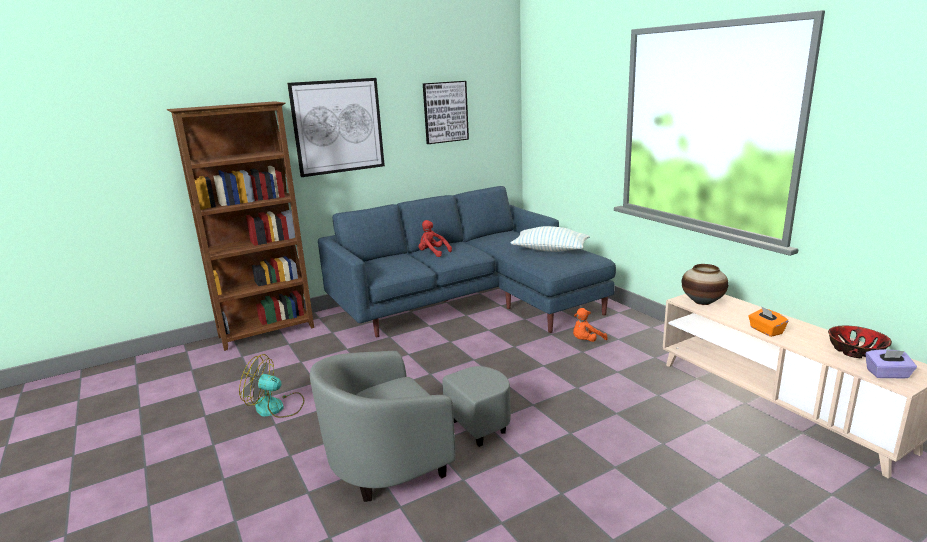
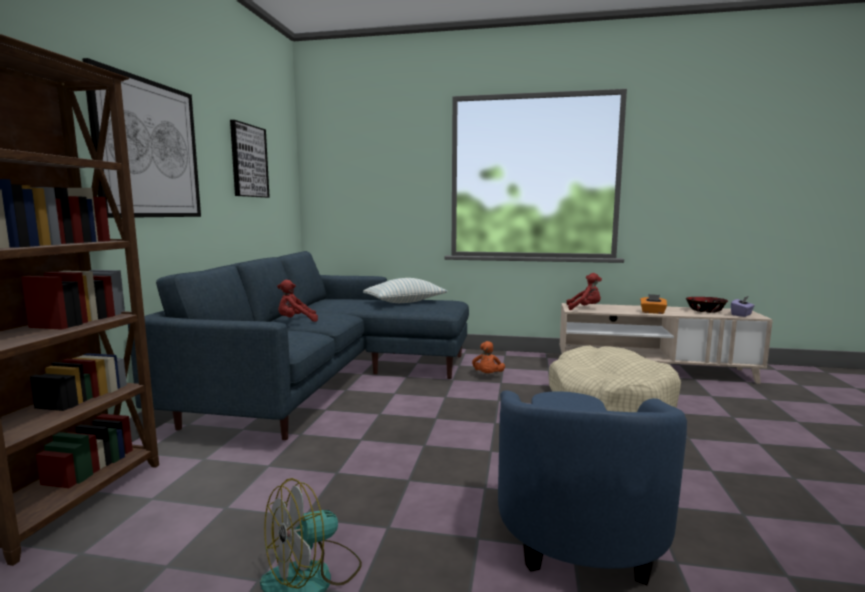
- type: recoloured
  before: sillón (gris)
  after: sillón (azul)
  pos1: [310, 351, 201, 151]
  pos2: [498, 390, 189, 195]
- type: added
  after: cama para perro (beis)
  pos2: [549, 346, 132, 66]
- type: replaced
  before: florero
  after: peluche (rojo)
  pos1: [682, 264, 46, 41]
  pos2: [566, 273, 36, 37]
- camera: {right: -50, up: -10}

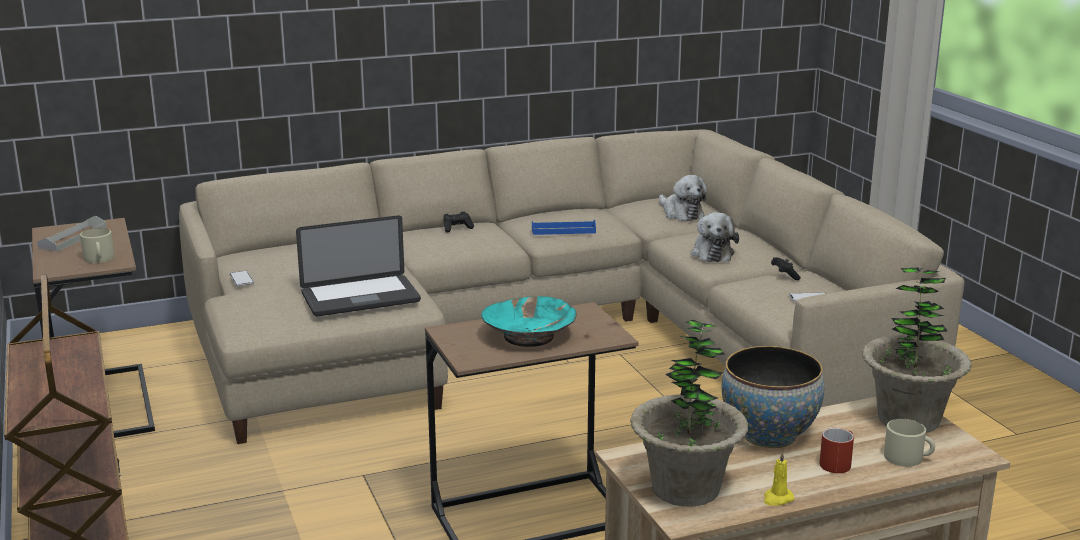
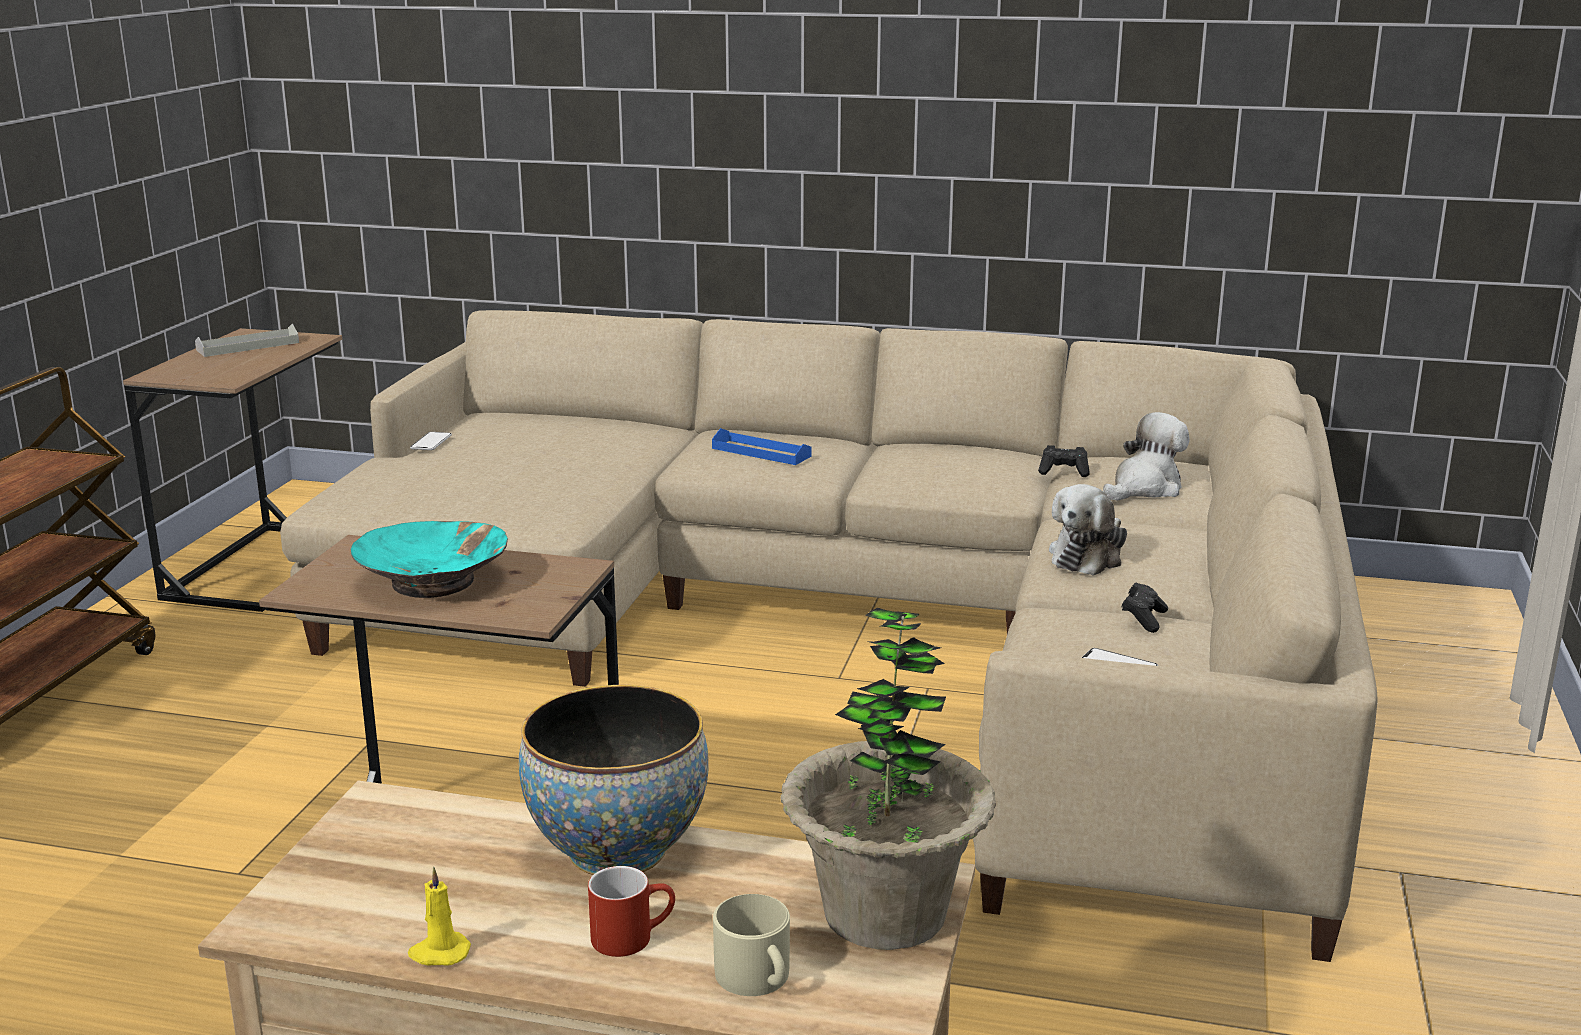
- type: moved
  before: bandeja (azul)
  pos1: [532, 220, 64, 15]
  pos2: [712, 428, 99, 37]
- type: moved
  before: mando de consola (negro)
  pos1: [443, 211, 31, 21]
  pos2: [1038, 445, 52, 32]
- type: turned
  before: peluche
  pos1: [659, 175, 48, 46]
  pos2: [1103, 412, 86, 89]
  turn: -135
- type: removed
  before: taza grande (beis)
  pos1: [80, 228, 34, 35]
- type: removed
  before: portátil
  pos1: [296, 215, 125, 101]
- type: removed
  before: planta en maceta
  pos1: [630, 320, 118, 187]
- camera: {right: 35, up: 0}

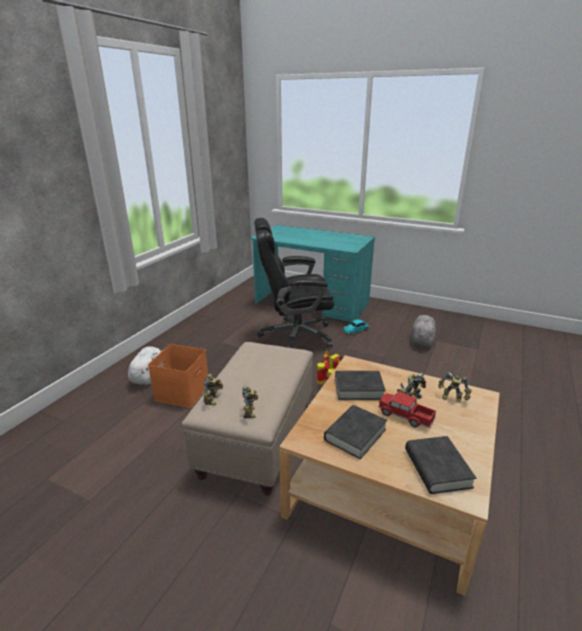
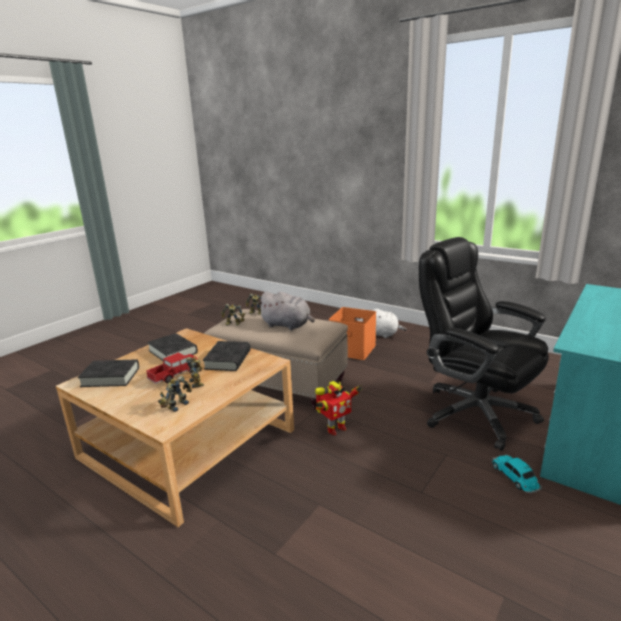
- type: moved
  before: peluche (gris)
  pos1: [411, 315, 26, 32]
  pos2: [257, 291, 58, 39]
- type: turned
  before: silla de oficina (negro)
  pos1: [254, 218, 80, 130]
  pos2: [419, 237, 130, 214]
  turn: -45
- camera: {right: 100, up: -5}

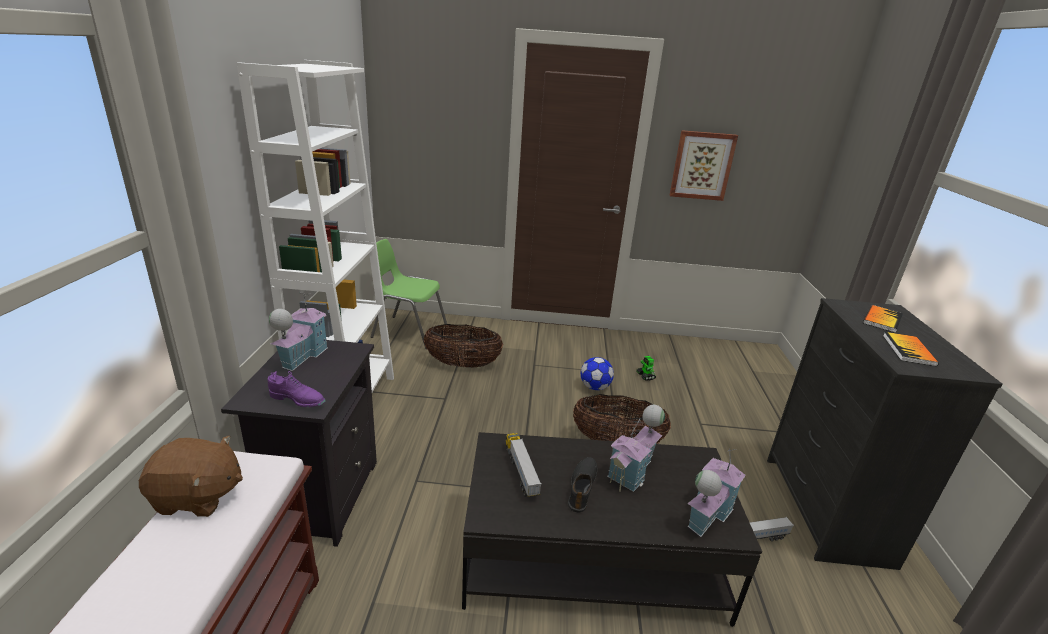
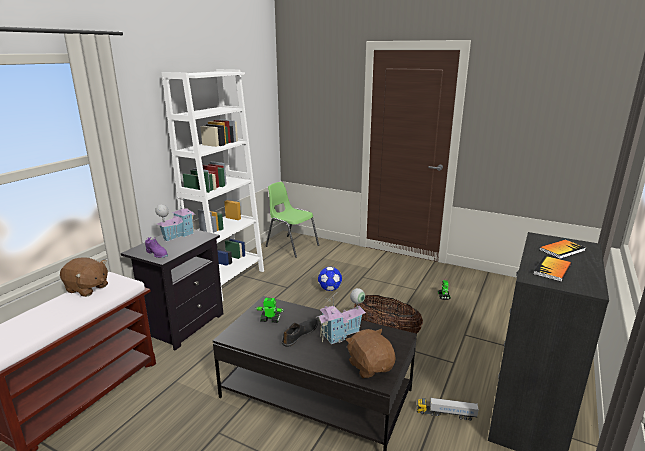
- type: replaced
  before: camión de juguete
  after: robot de juguete
  pos1: [506, 433, 36, 64]
  pos2: [256, 298, 28, 25]
- type: moved
  before: balón de fútbol
  pos1: [581, 357, 33, 33]
  pos2: [318, 267, 24, 24]
- type: replaced
  before: casita
  after: peluche (marrón)
  pos1: [687, 449, 59, 88]
  pos2: [346, 329, 49, 49]
- type: removed
  before: cesta
  pos1: [424, 324, 79, 44]
- type: removed
  before: cuadro
  pos1: [670, 130, 68, 71]
- camera: {right: 25, up: -5}

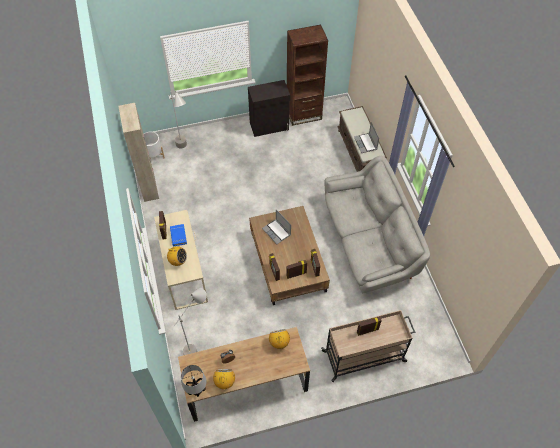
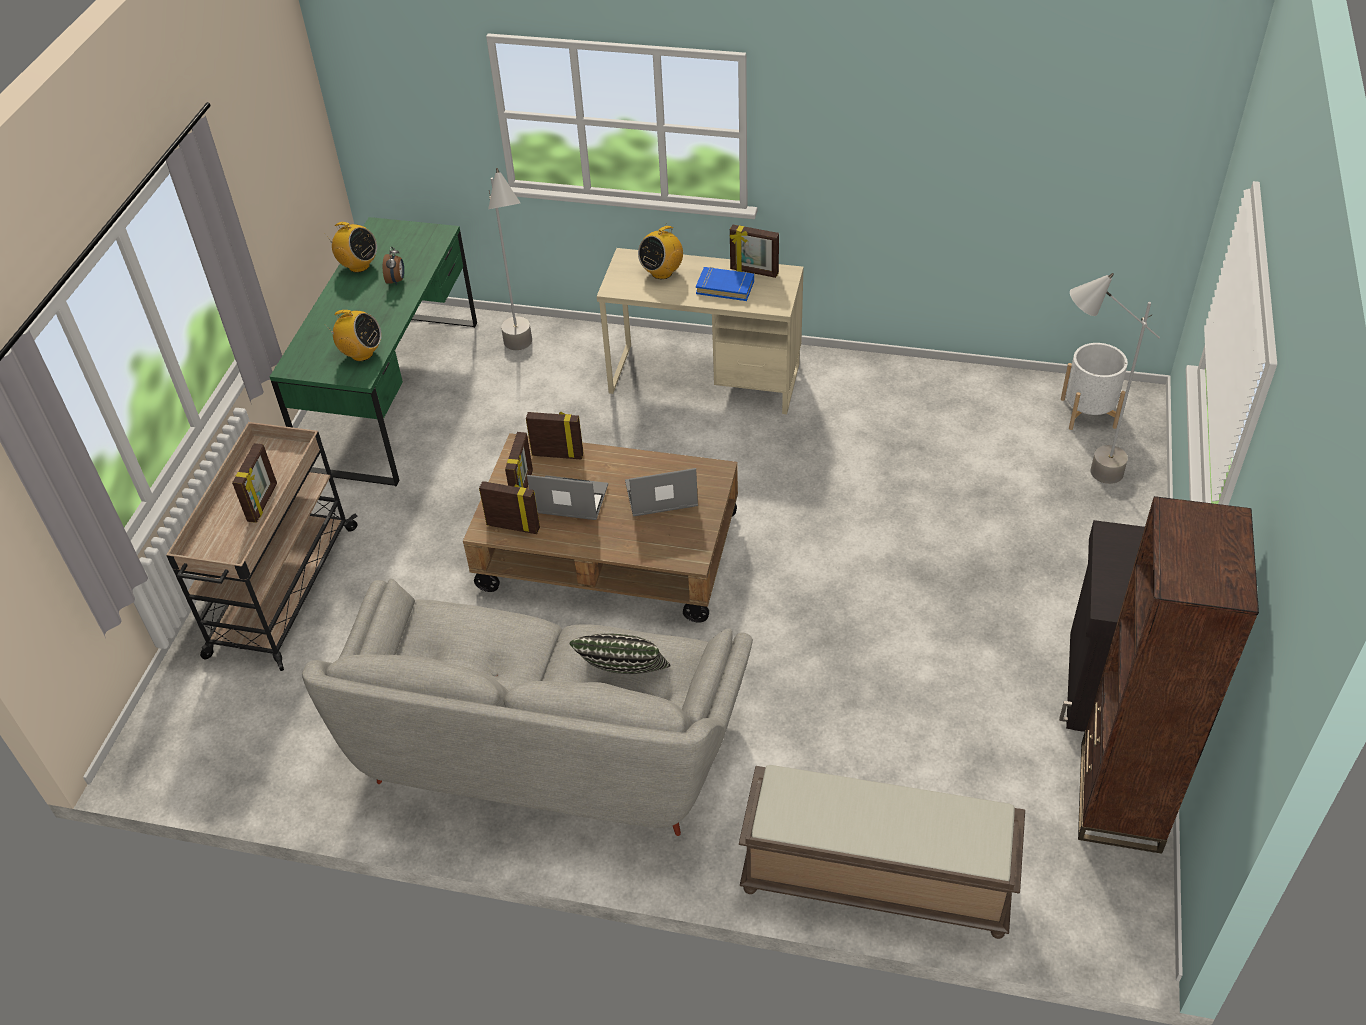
- type: recoloured
  before: escritorio (marrón)
  after: escritorio (verde)
  pos1: [178, 327, 132, 95]
  pos2: [270, 217, 207, 269]
- type: moved
  before: portátil
  pos1: [354, 122, 25, 31]
  pos2: [527, 475, 81, 45]
- type: added
  after: cojín
  pos2: [570, 634, 101, 40]
- type: removed
  before: armario (beis)
  pos1: [118, 103, 41, 99]
- type: removed
  before: lámpara de mesa
  pos1: [181, 365, 26, 32]
- camera: {right: 120, up: -10}

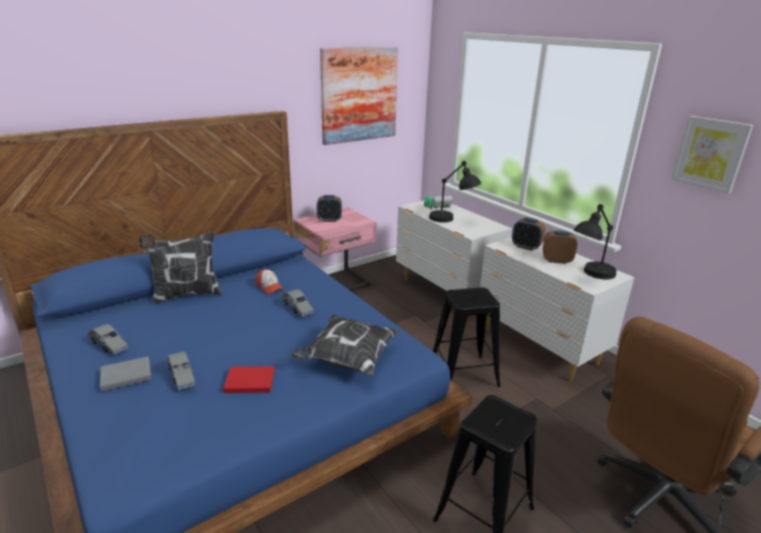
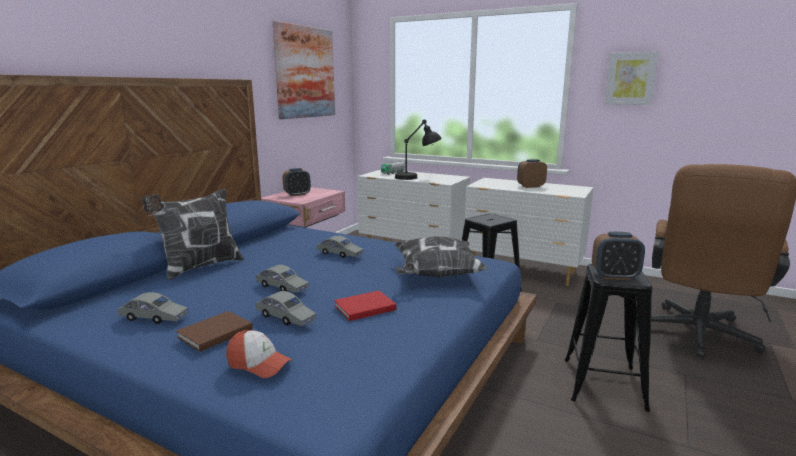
- type: recoloured
  before: libro (gris)
  after: libro (marrón)
  pos1: [100, 356, 52, 35]
  pos2: [176, 311, 77, 41]
- type: moved
  before: gorra
  pos1: [256, 269, 28, 25]
  pos2: [226, 330, 66, 48]
- type: added
  after: coche de juguete (gris)
  pos2: [256, 265, 53, 28]
- type: moved
  before: despertador
  pos1: [512, 217, 34, 34]
  pos2: [592, 232, 53, 48]
- type: removed
  before: lámpara de mesa (negro)
  pos1: [574, 204, 42, 75]
- camera: {right: -25, up: -10}

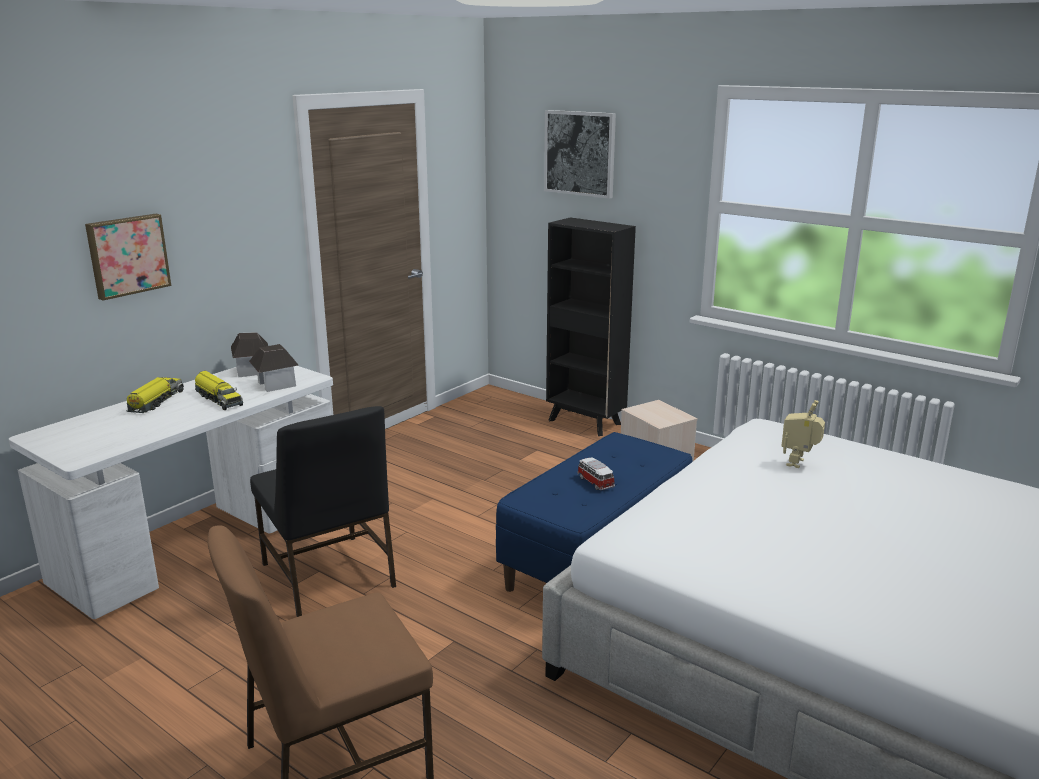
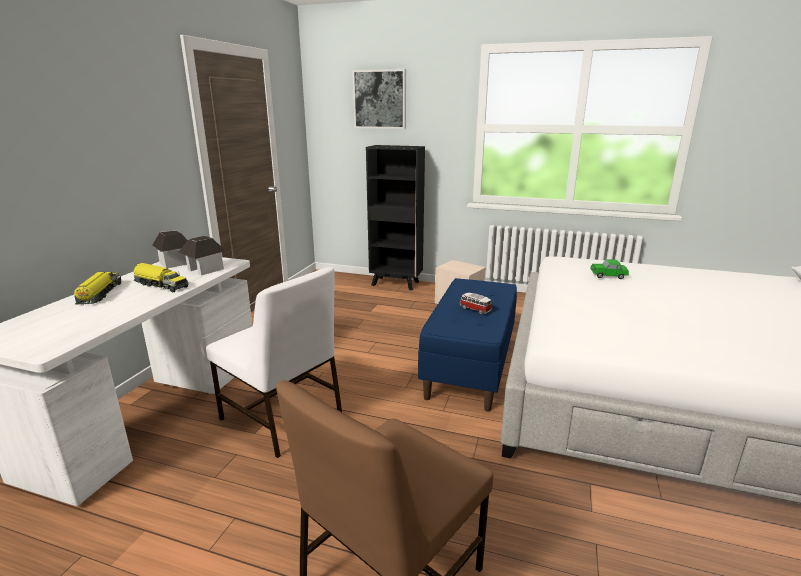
- type: recoloured
  before: silla (negro)
  after: silla (blanco)
  pos1: [250, 406, 146, 211]
  pos2: [206, 267, 136, 191]
- type: replaced
  before: robot de juguete
  after: coche de juguete
  pos1: [781, 400, 44, 68]
  pos2: [590, 259, 39, 20]
- type: removed
  before: cuadro
  pos1: [85, 214, 86, 87]
- camera: {right: -20, up: 0}

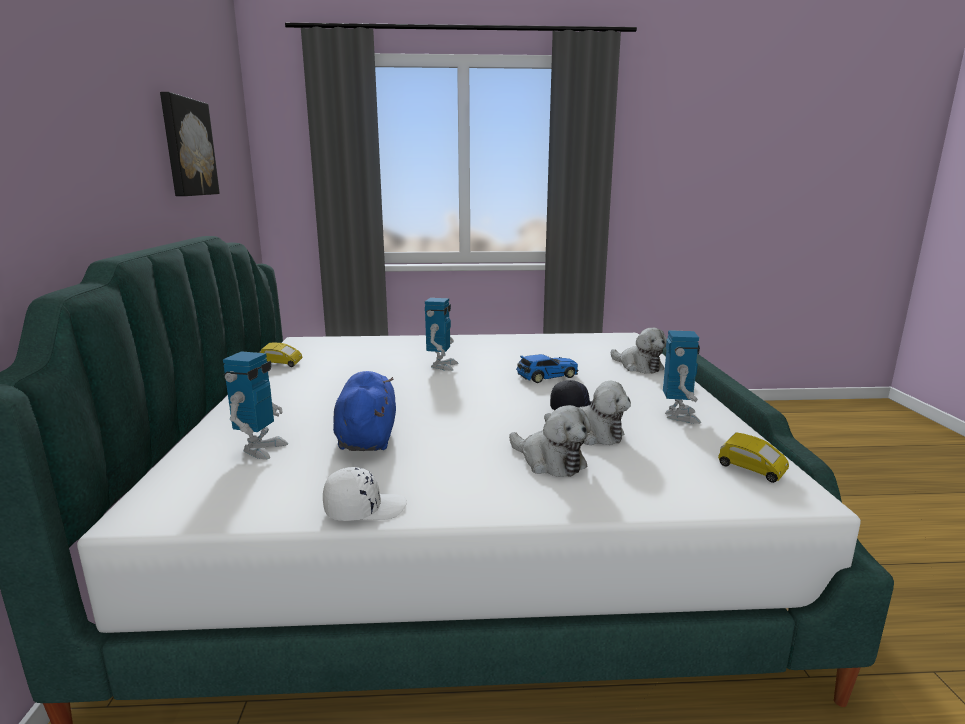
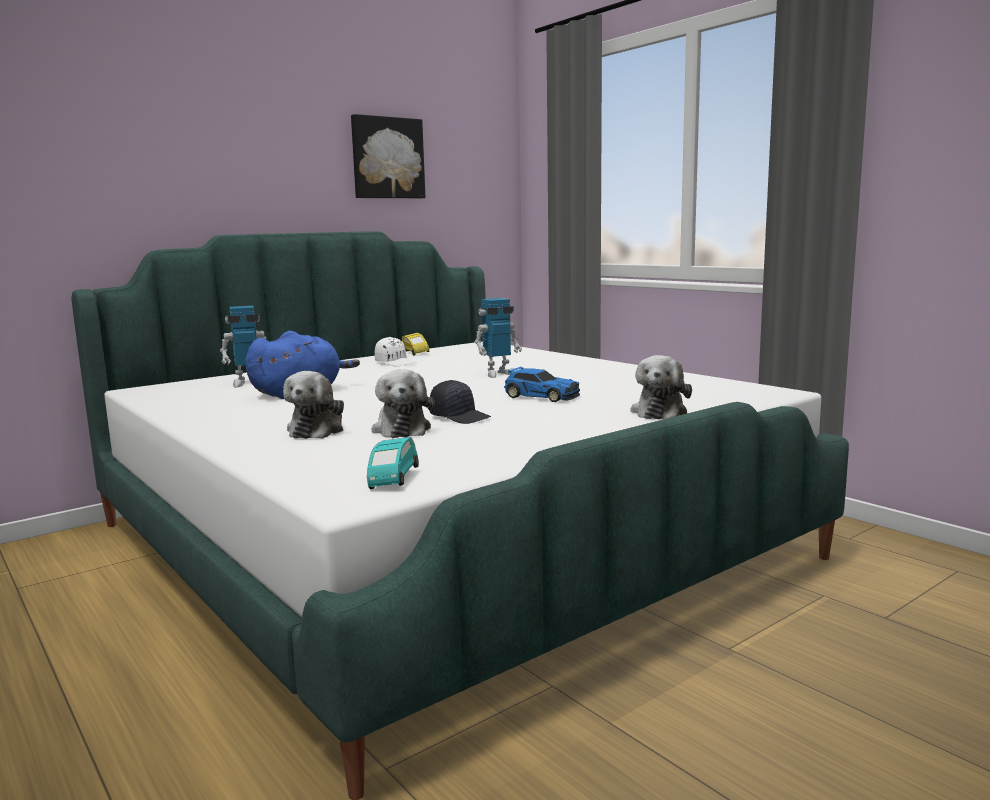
- type: recoloured
  before: coche de juguete (amarillo)
  after: coche de juguete (turquesa)
  pos1: [718, 432, 71, 51]
  pos2: [367, 437, 52, 52]
- type: moved
  before: gorra (blanco)
  pos1: [323, 467, 84, 54]
  pos2: [375, 337, 41, 29]
- type: removed
  before: robot de juguete
  pos1: [663, 330, 38, 94]
- camera: {right: 55, up: -5}

